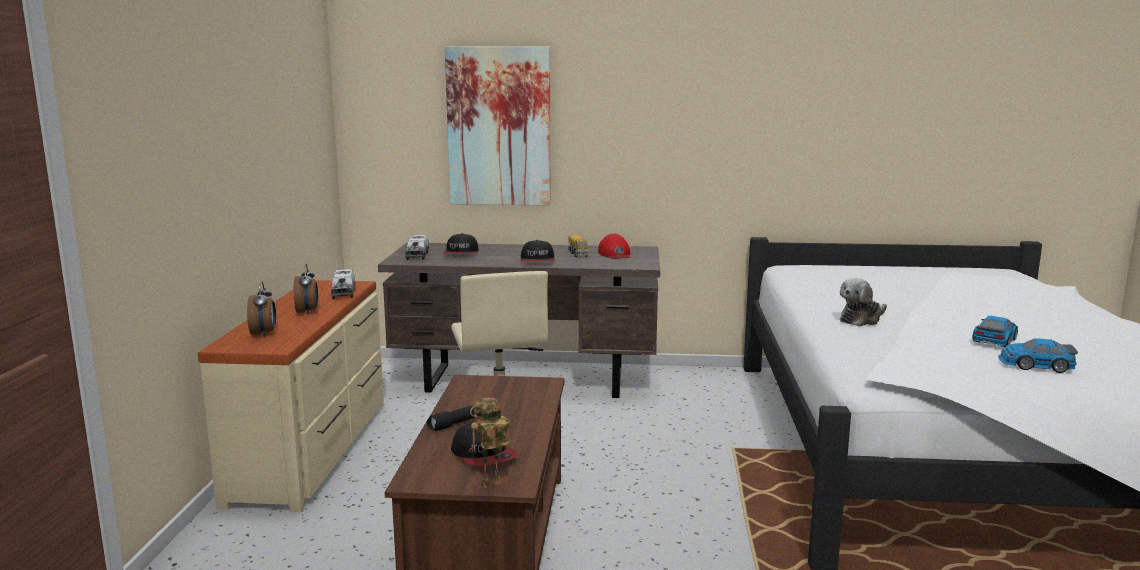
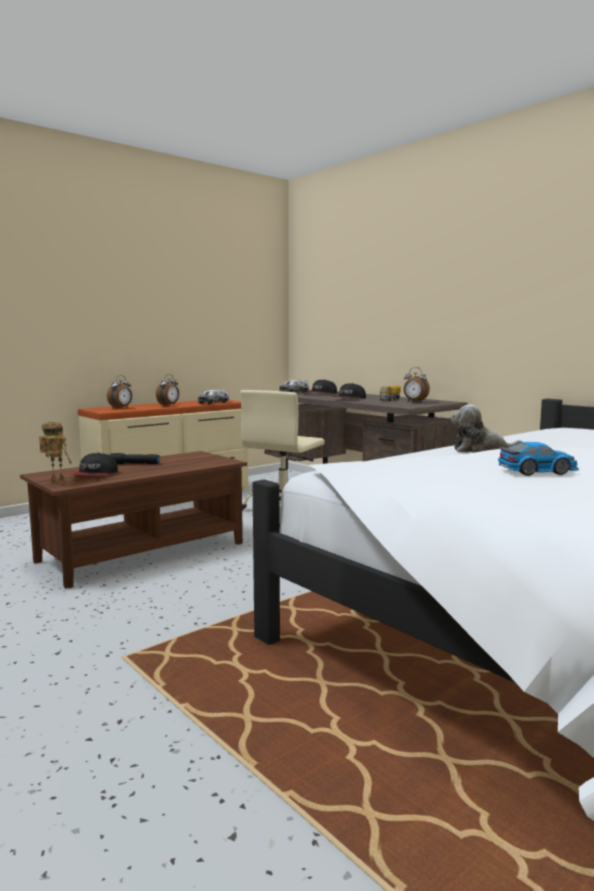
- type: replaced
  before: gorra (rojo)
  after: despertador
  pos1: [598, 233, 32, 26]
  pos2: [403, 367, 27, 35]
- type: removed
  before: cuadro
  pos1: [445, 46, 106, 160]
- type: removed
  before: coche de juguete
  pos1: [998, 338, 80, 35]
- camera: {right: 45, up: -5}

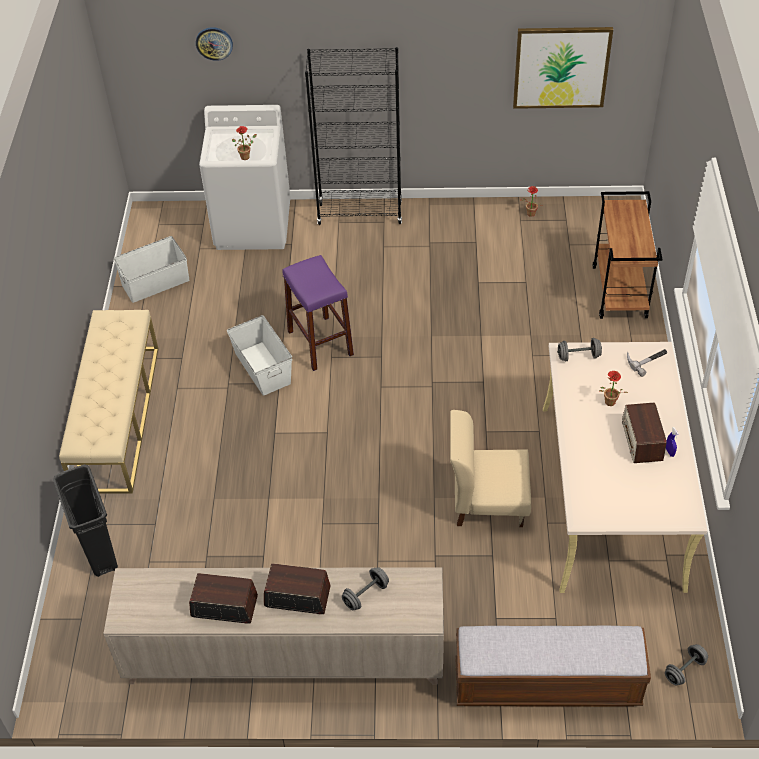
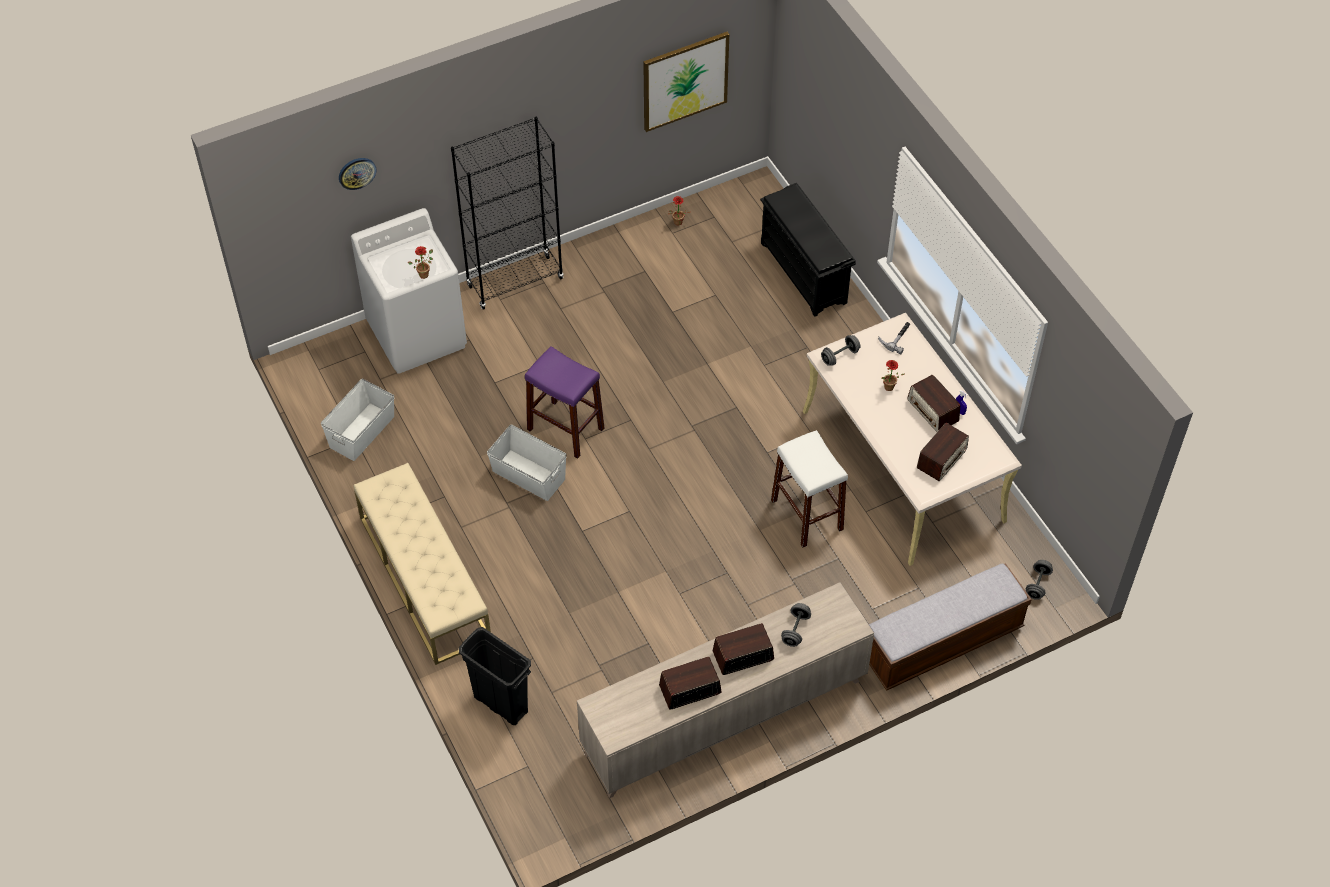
- type: replaced
  before: carrito (marrón)
  after: zapatero (negro)
  pos1: [592, 191, 70, 128]
  pos2: [760, 183, 96, 134]
- type: replaced
  before: silla (beis)
  after: taburete (blanco)
  pos1: [450, 410, 81, 117]
  pos2: [771, 430, 77, 118]
- type: added
  after: radio
  pos2: [917, 423, 52, 58]
- camera: {right: -30, up: 5}

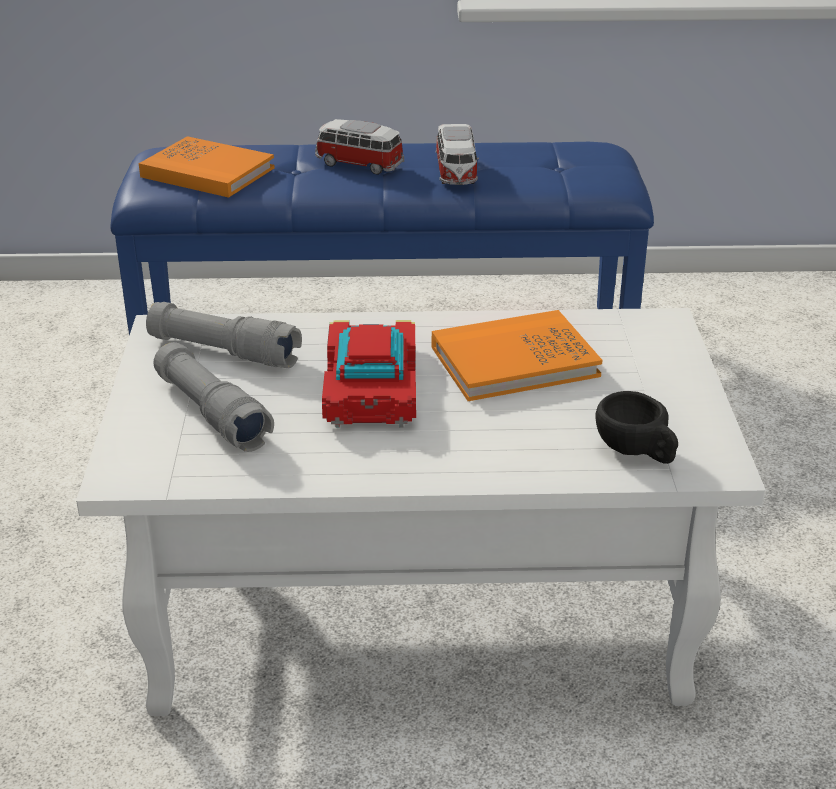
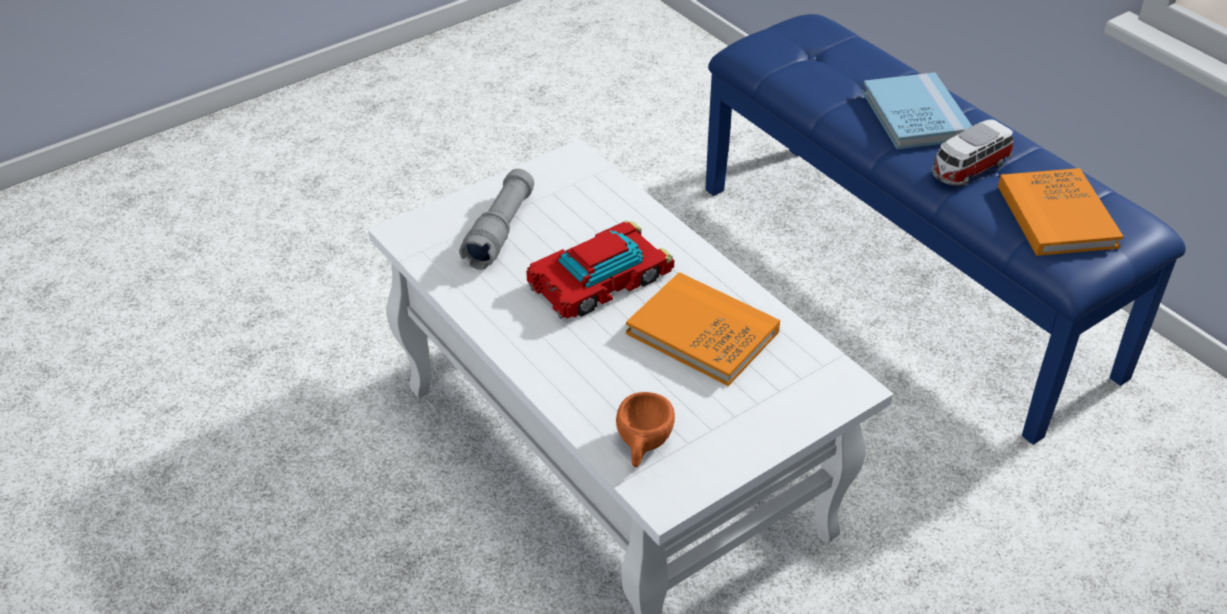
- type: recoloured
  before: taza (negro)
  after: taza (naranja)
  pos1: [595, 391, 83, 73]
  pos2: [616, 392, 59, 75]
- type: replaced
  before: coche de juguete
  after: libro (azul)
  pos1: [315, 119, 90, 56]
  pos2: [862, 73, 110, 76]
- type: moved
  before: libro (naranja)
  pos1: [139, 136, 136, 62]
  pos2: [998, 168, 126, 88]
- type: removed
  before: linterna (gris)
  pos1: [146, 302, 156, 66]
- camera: {right: 55, up: 10}

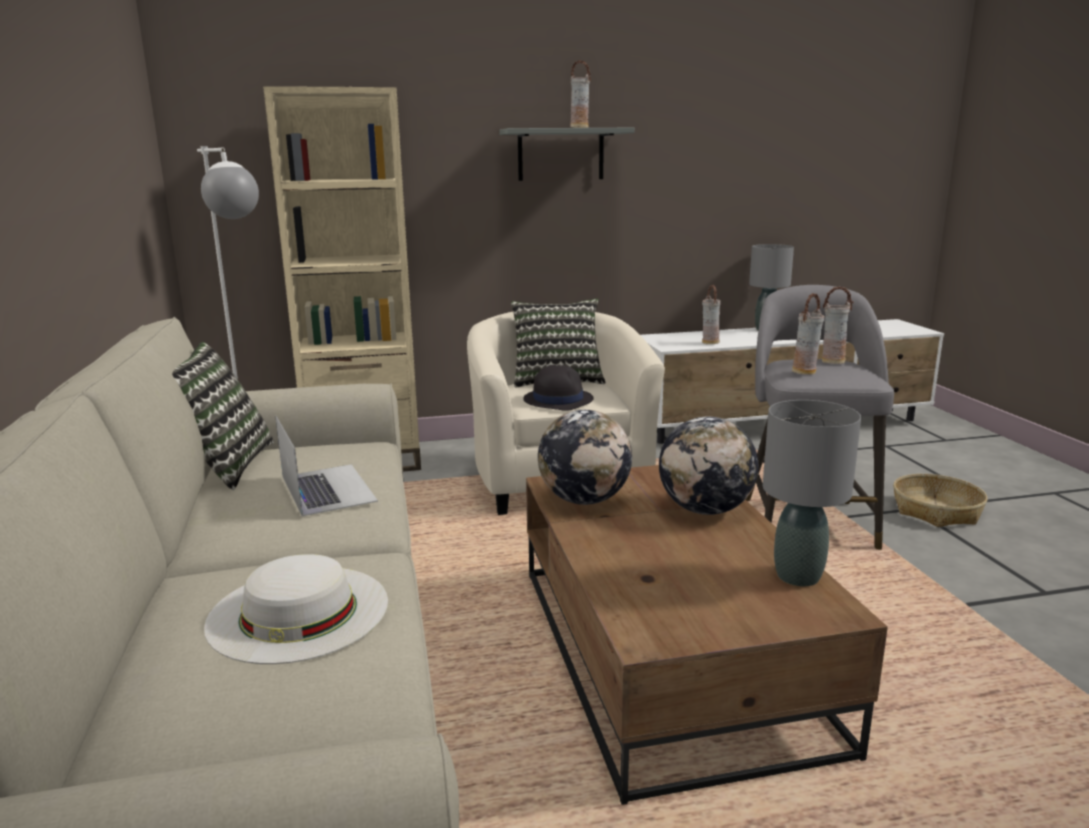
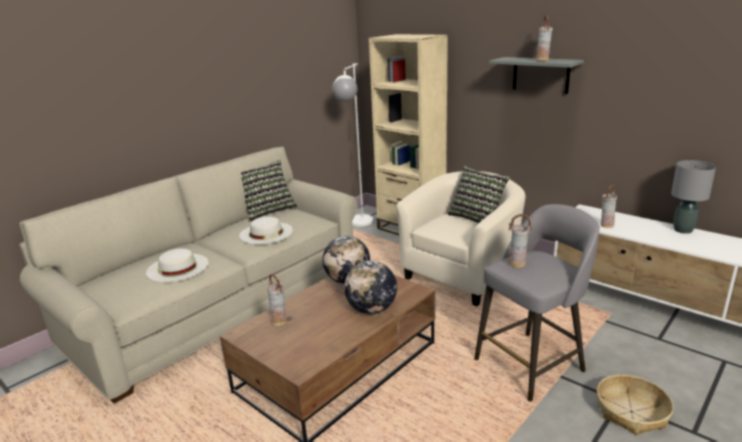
- type: replaced
  before: portátil
  after: sombrero (blanco)
  pos1: [275, 415, 103, 101]
  pos2: [239, 217, 54, 27]
- type: moved
  before: florero
  pos1: [822, 286, 32, 78]
  pos2: [267, 274, 20, 52]
- type: removed
  before: sombrero (negro)
  pos1: [523, 365, 71, 46]
- type: removed
  before: lámpara de mesa (gris)
  pos1: [763, 400, 98, 186]
- camera: {right: 55, up: 5}

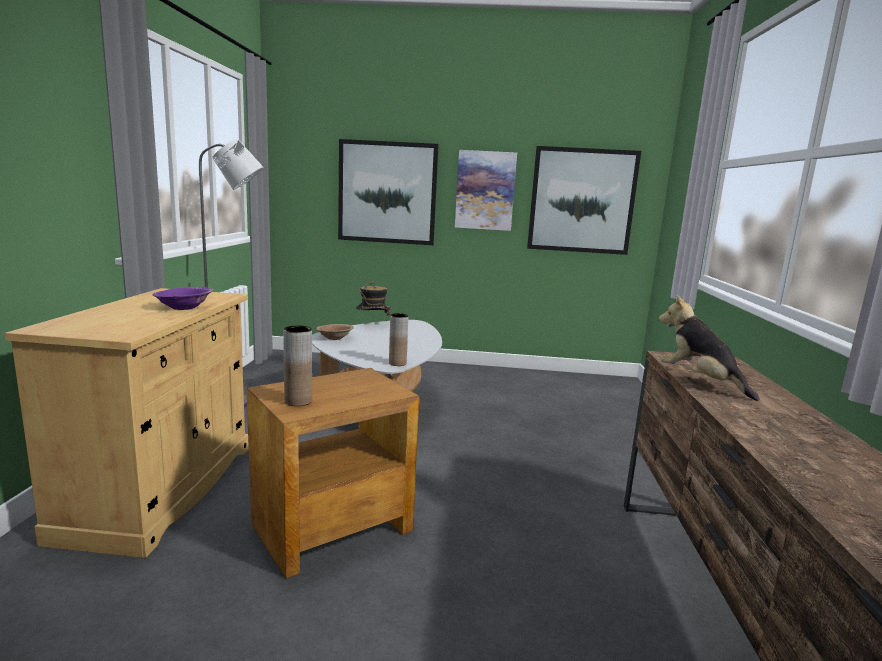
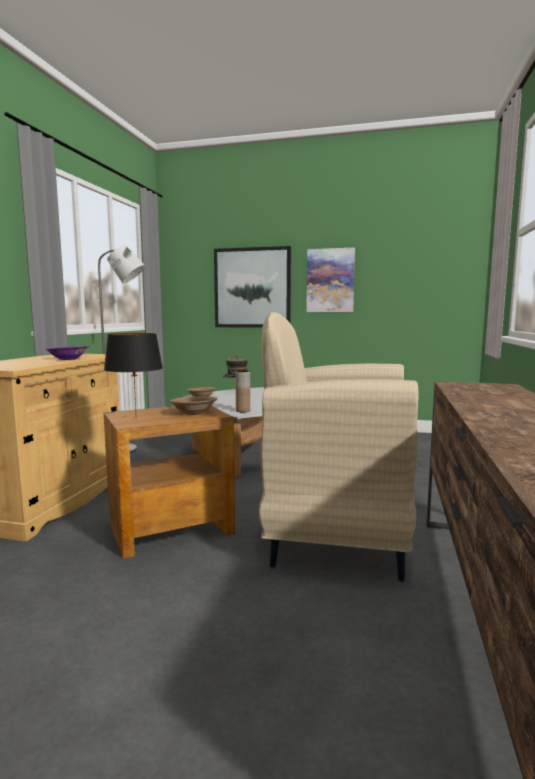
- type: replaced
  before: florero (marrón)
  after: lámpara de mesa (negro)
  pos1: [283, 326, 29, 80]
  pos2: [104, 333, 59, 86]
- type: added
  after: cuenco (marrón)
  pos2: [170, 396, 47, 19]
- type: added
  after: sillón (beis)
  pos2: [259, 312, 159, 270]
- type: removed
  before: cuadro
  pos1: [527, 146, 114, 109]
- type: removed
  before: peluche
  pos1: [659, 295, 101, 106]
- camera: {right: 10, up: -5}

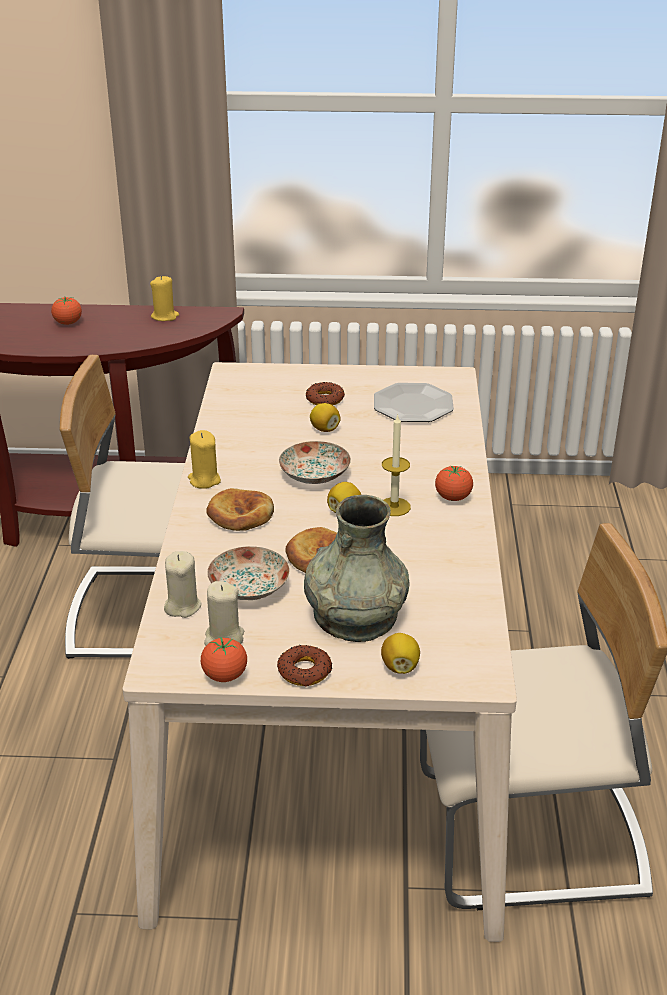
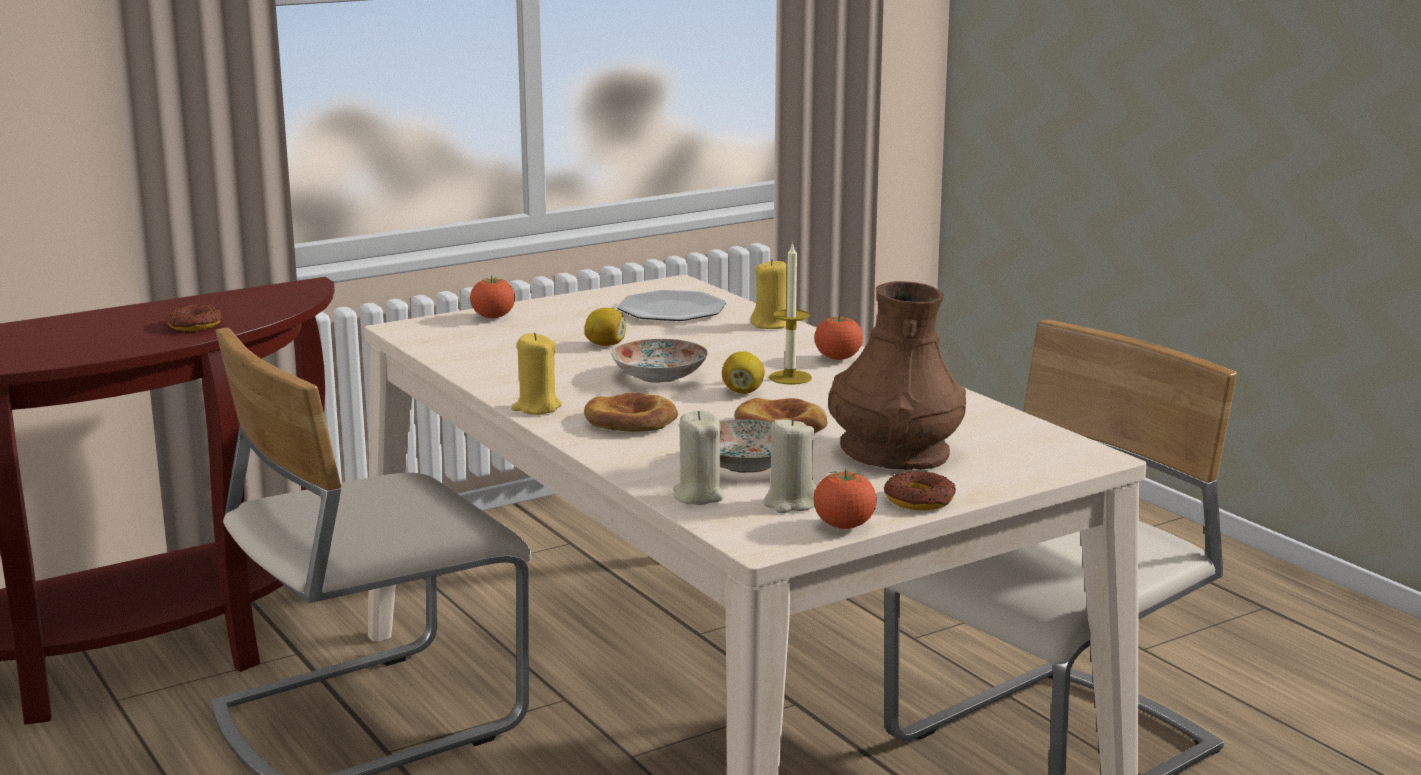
- type: moved
  before: rosquilla
  pos1: [306, 382, 39, 23]
  pos2: [166, 304, 57, 27]
- type: moved
  before: tomate
  pos1: [51, 296, 31, 29]
  pos2: [470, 275, 45, 43]
- type: moved
  before: vela (amarillo)
  pos1: [150, 276, 29, 45]
  pos2: [751, 259, 36, 70]
- type: recoloured
  before: florero (gris)
  after: florero (marrón)
  pos1: [304, 495, 106, 147]
  pos2: [828, 281, 138, 189]
- type: removed
  before: limón
  pos1: [381, 633, 39, 41]
- camera: {right: -35, up: -15}

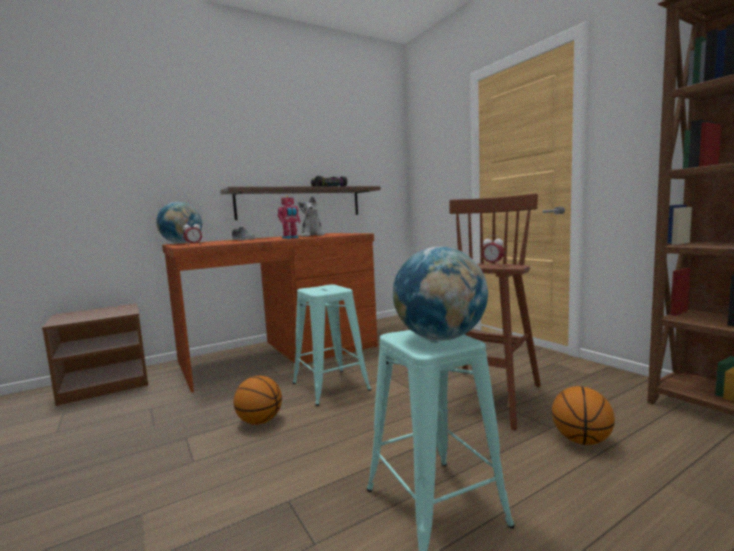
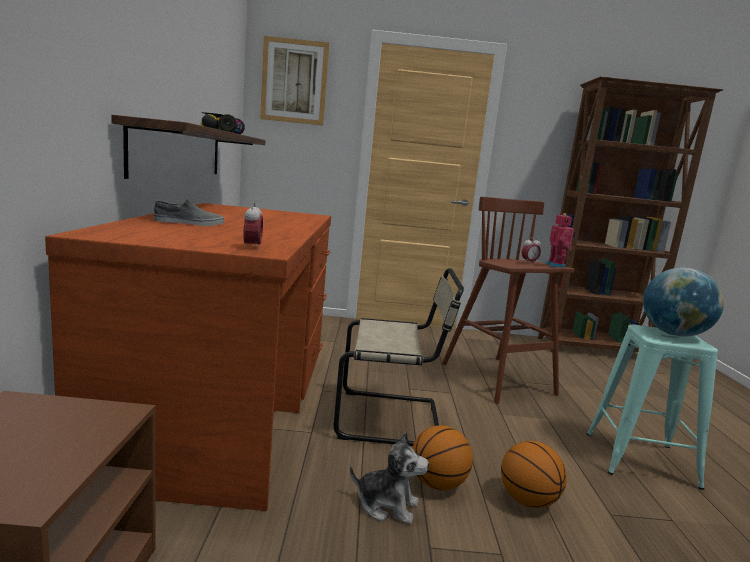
- type: added
  after: cuadro
  pos2: [260, 36, 69, 89]
- type: replaced
  before: taburete (turquesa)
  after: silla (beis)
  pos1: [293, 284, 78, 122]
  pos2: [334, 268, 130, 178]
- type: moved
  before: peluche
  pos1: [298, 196, 26, 41]
  pos2: [350, 432, 79, 92]
- type: moved
  before: balón de baloncesto
  pos1: [552, 386, 63, 59]
  pos2: [501, 441, 66, 67]
- type: moved
  before: robot de juguete
  pos1: [277, 196, 24, 43]
  pos2: [545, 213, 30, 55]
- type: removed
  before: globo terráqueo
  pos1: [156, 202, 46, 42]
- camera: {right: -60, up: 5}

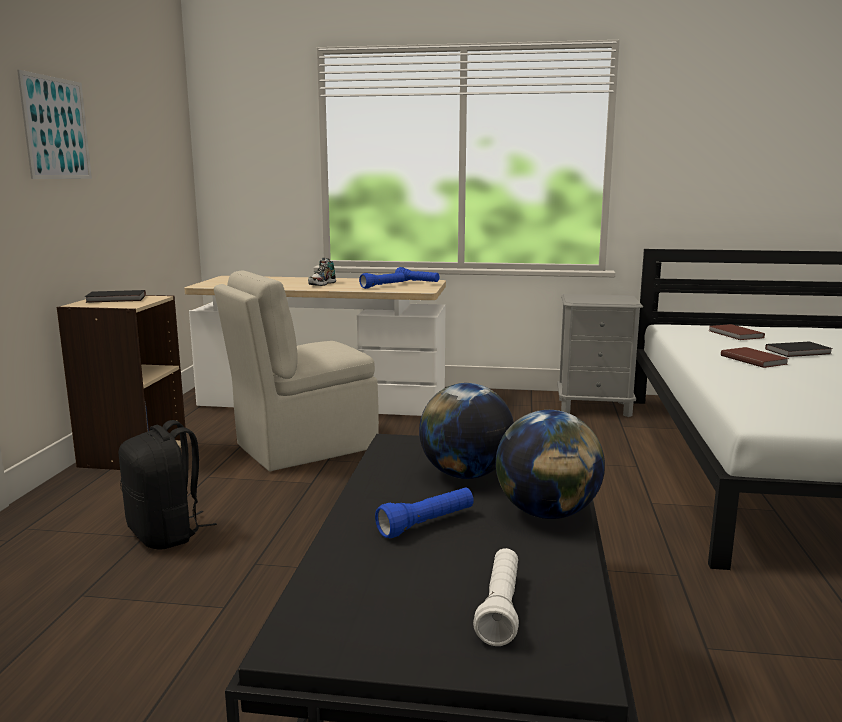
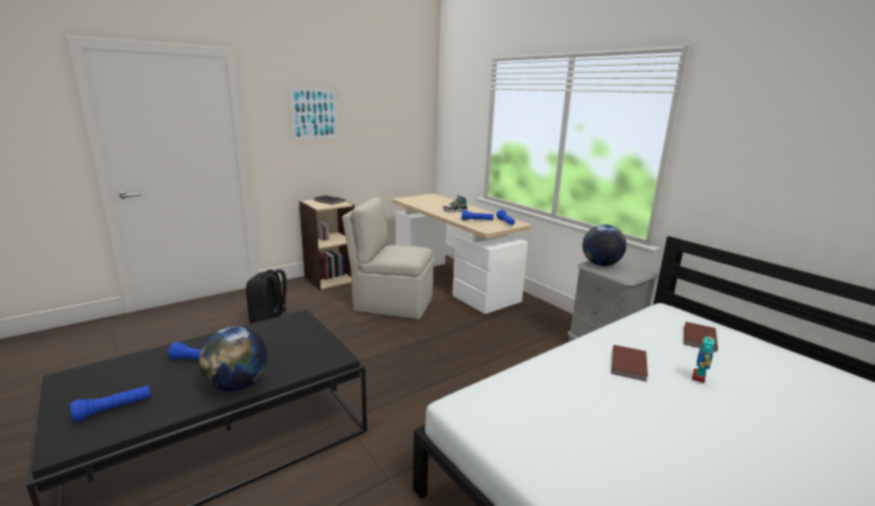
- type: recoloured
  before: linterna (blanco)
  after: linterna (azul)
  pos1: [473, 548, 46, 98]
  pos2: [70, 385, 81, 37]
- type: moved
  before: globo terráqueo
  pos1: [419, 383, 95, 96]
  pos2: [582, 224, 44, 42]
- type: replaced
  before: libro (negro)
  after: robot de juguete
  pos1: [765, 341, 68, 16]
  pos2: [692, 335, 23, 48]
- camera: {right: 45, up: 5}

